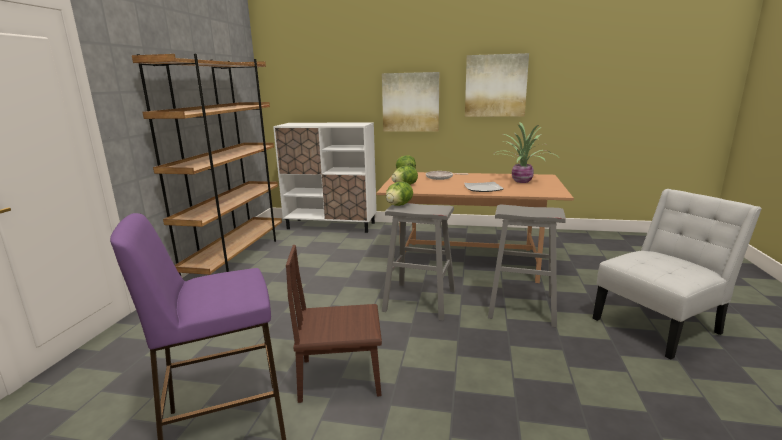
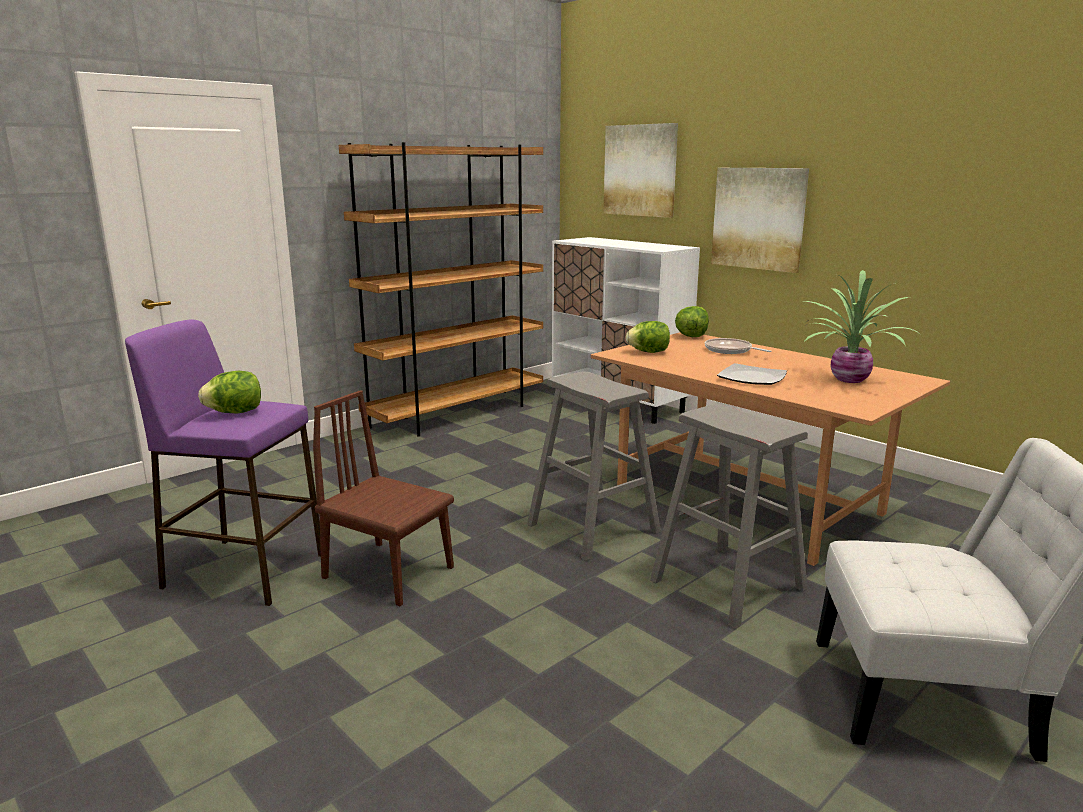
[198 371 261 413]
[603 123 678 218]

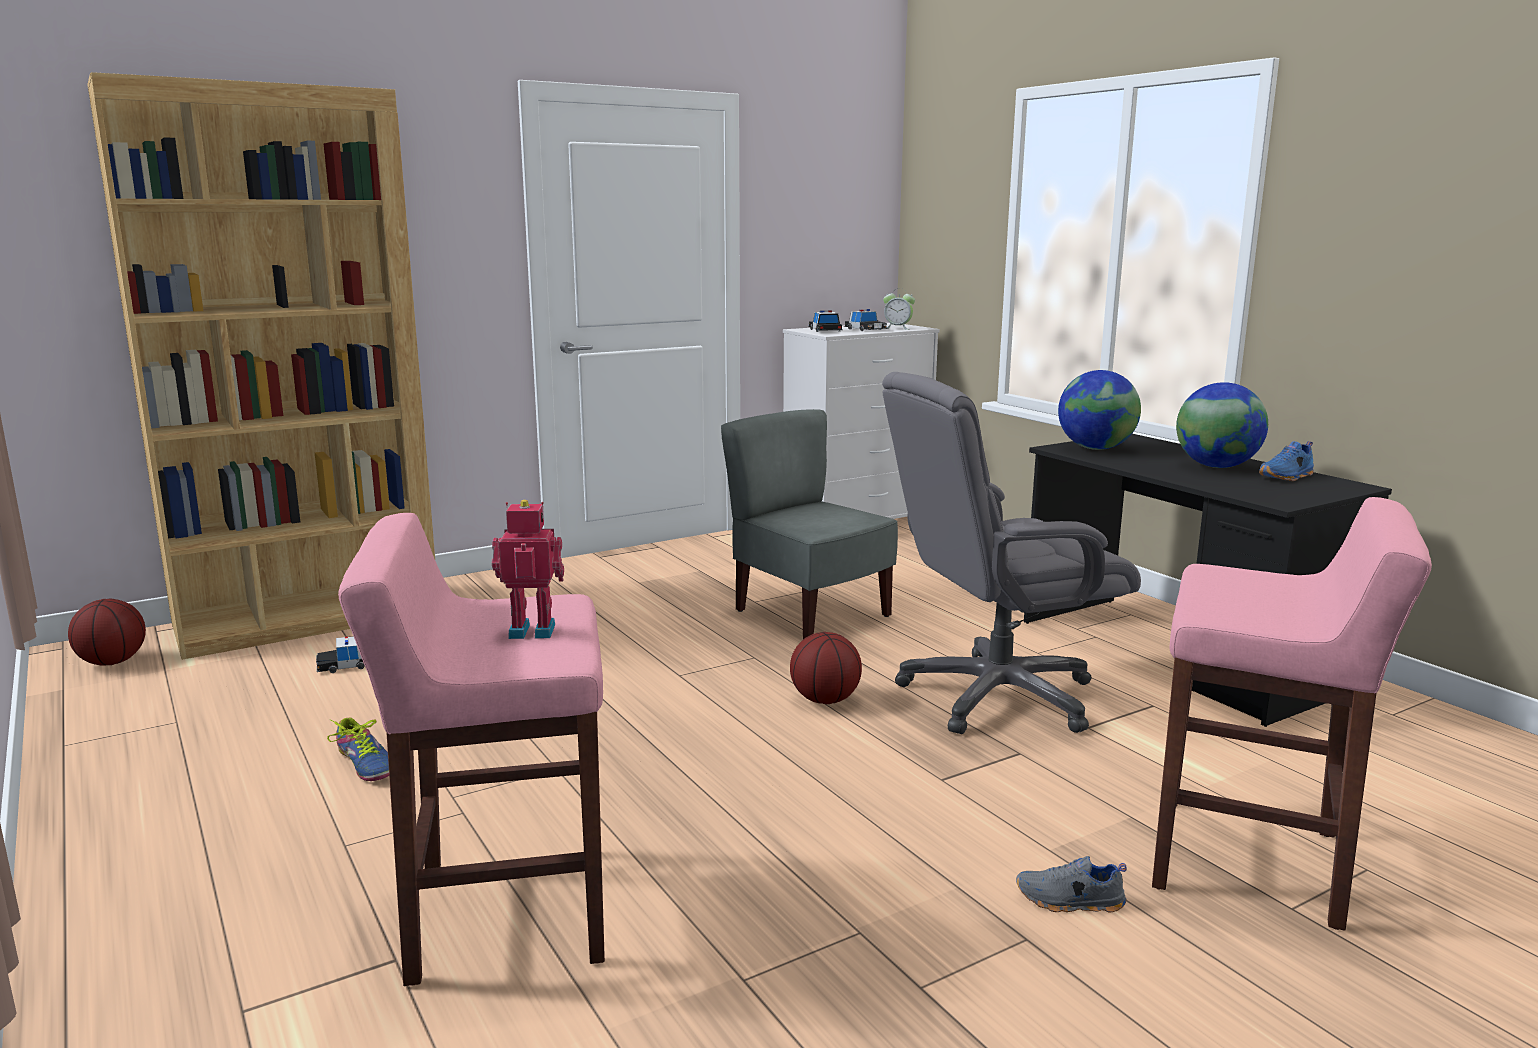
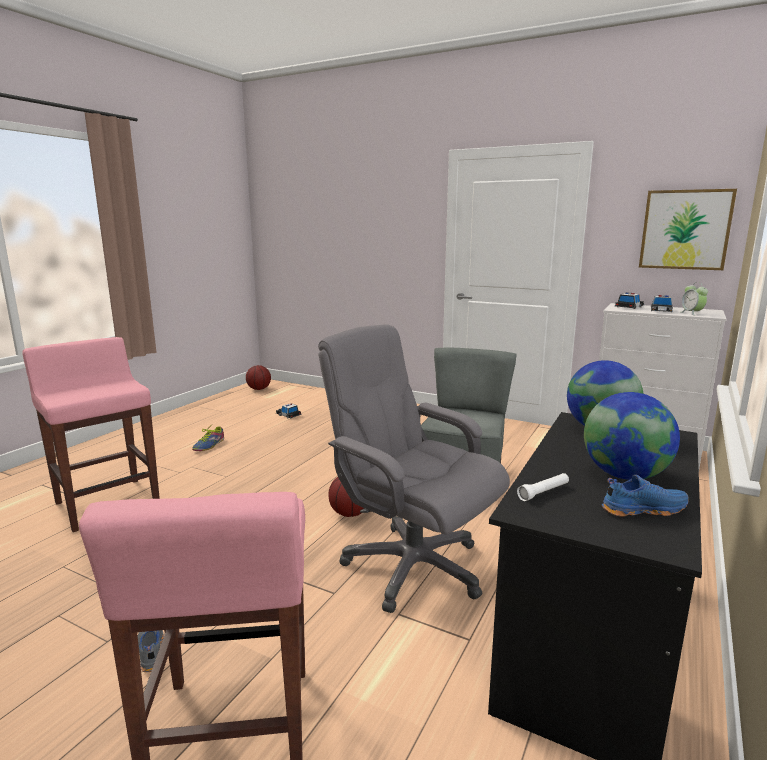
[87 72 435 660] (first image)
[492 500 564 639] (first image)
[517 473 569 501]
[639 189 737 270]
[602 475 688 517]

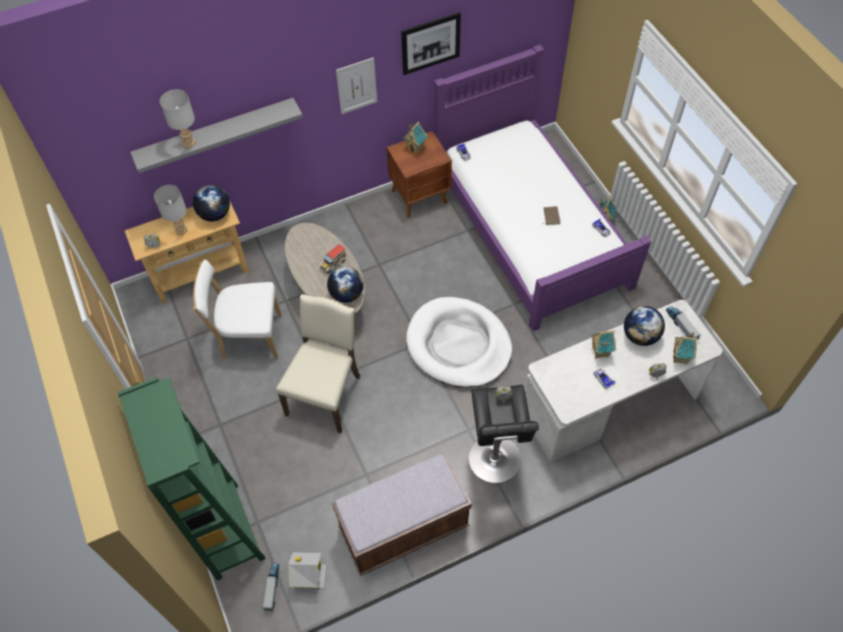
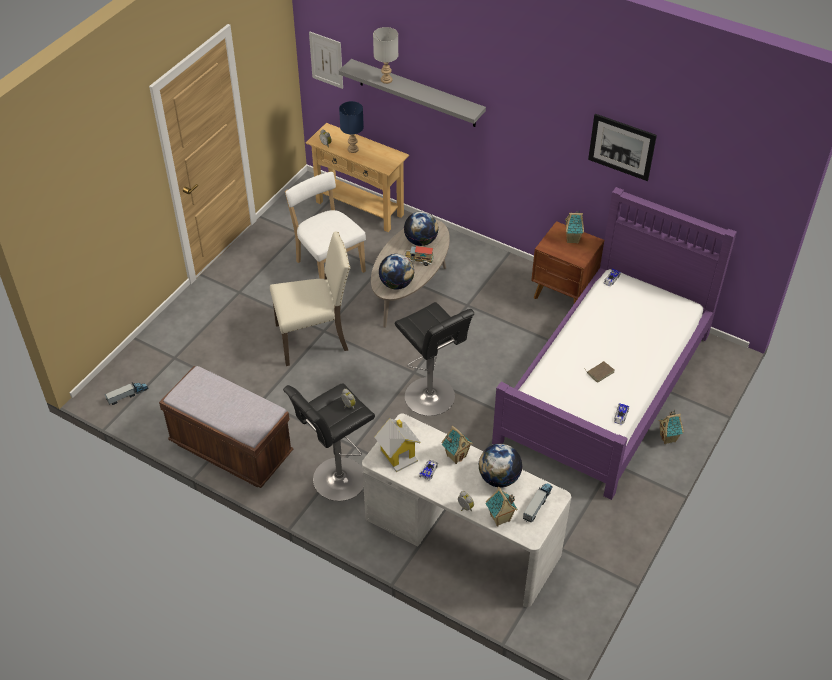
[117 377 266 581] (first image)
[404 211 439 246]
[375 418 421 472]
[309 31 343 89]
[395 302 474 416]
[339 101 364 153]

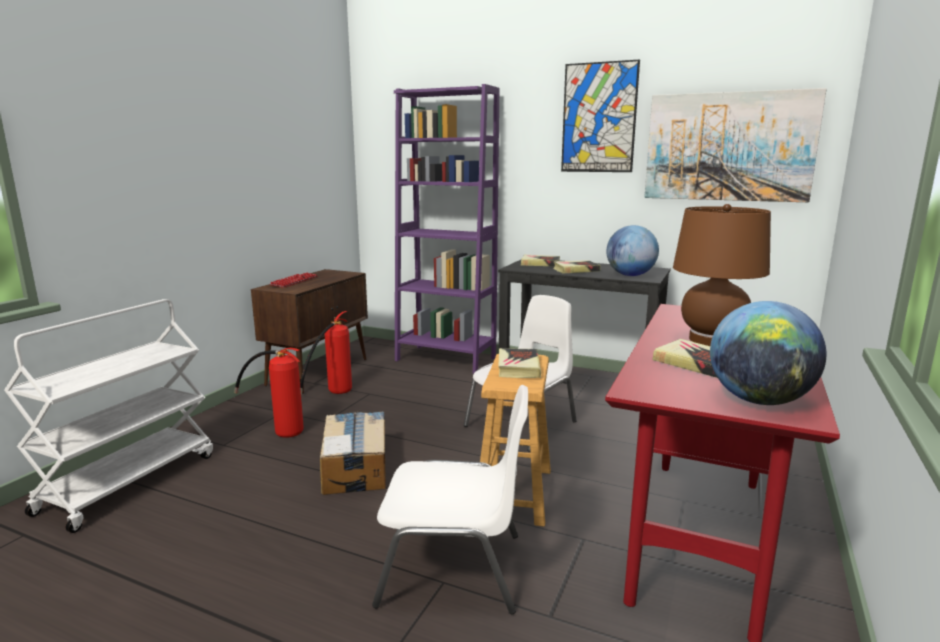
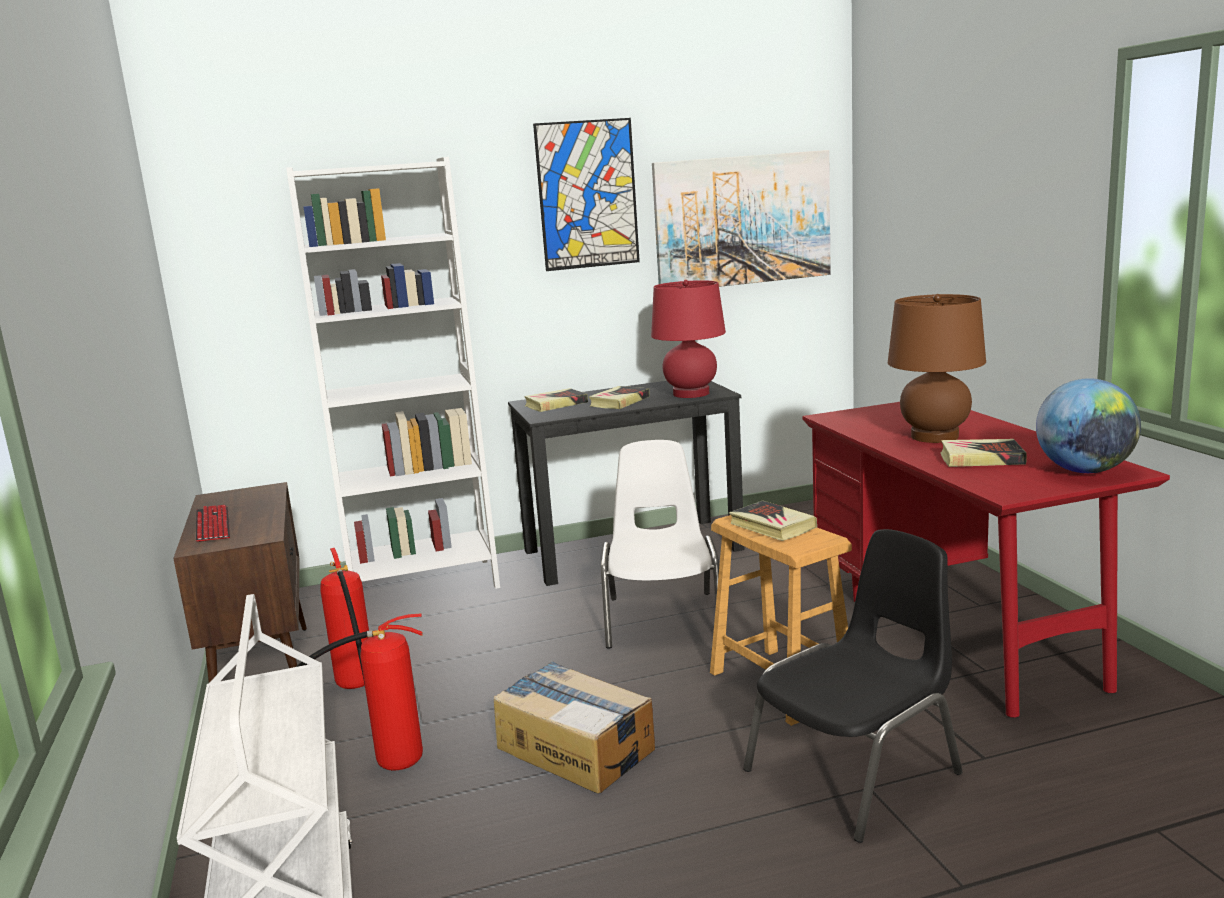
[651 280 726 398]
[743 529 963 843]
[286 157 500 589]

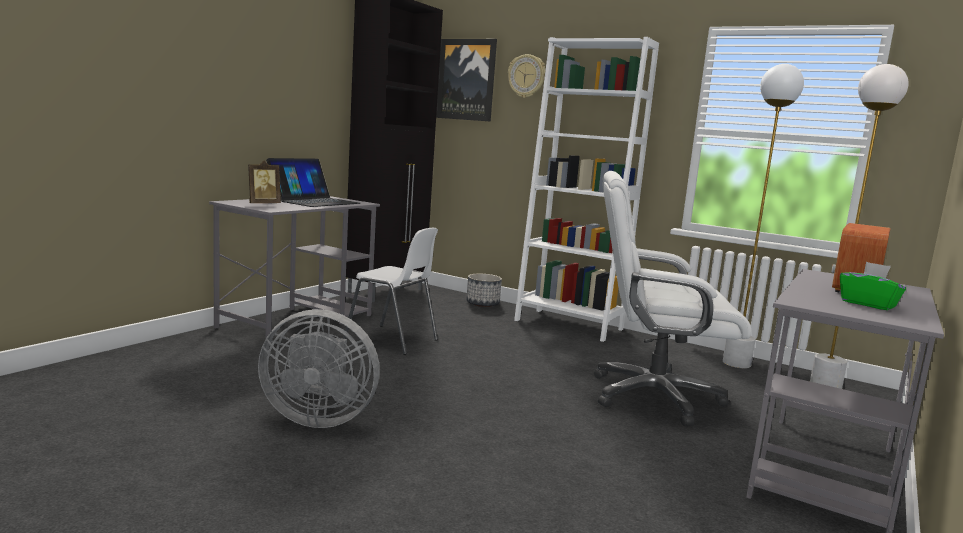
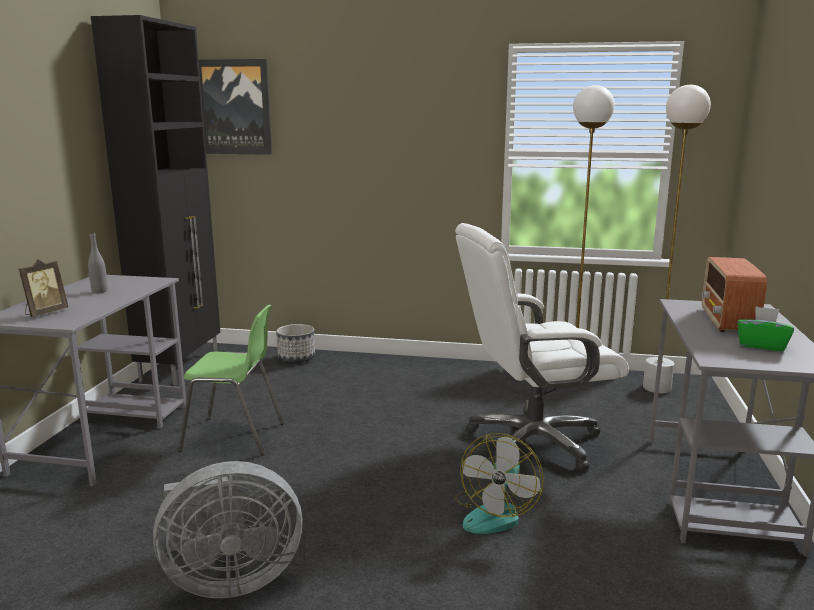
[508 54 545 98] (first image)
[514 37 659 342] (first image)
[455 433 544 534]
[88 232 108 293]
[178 304 284 455]

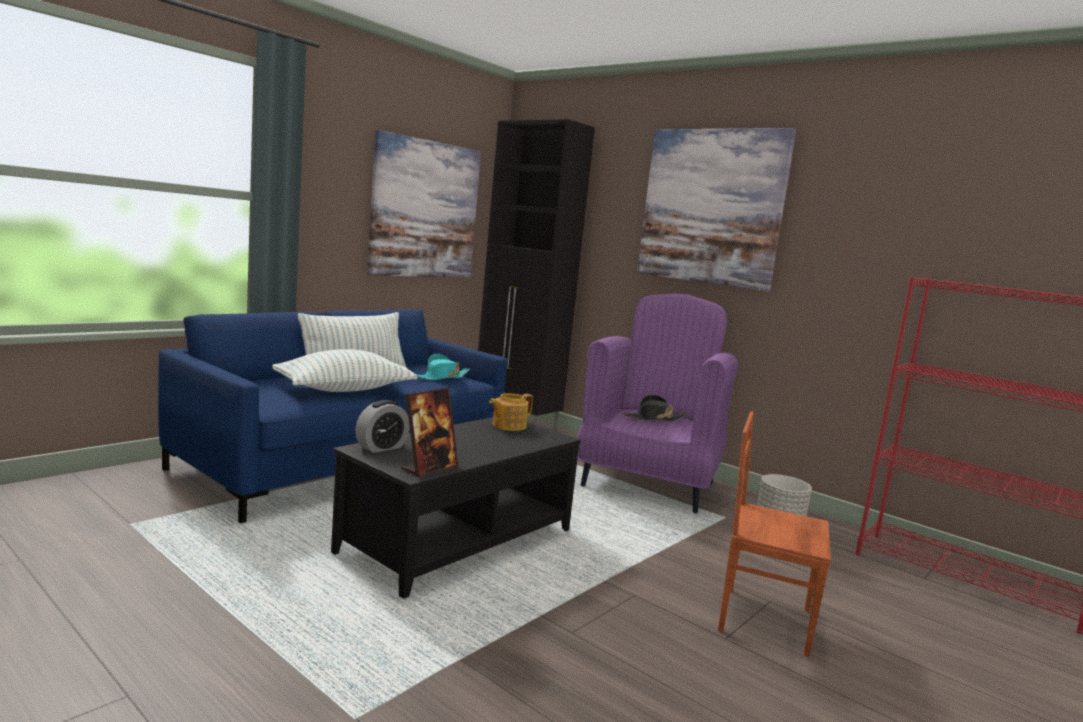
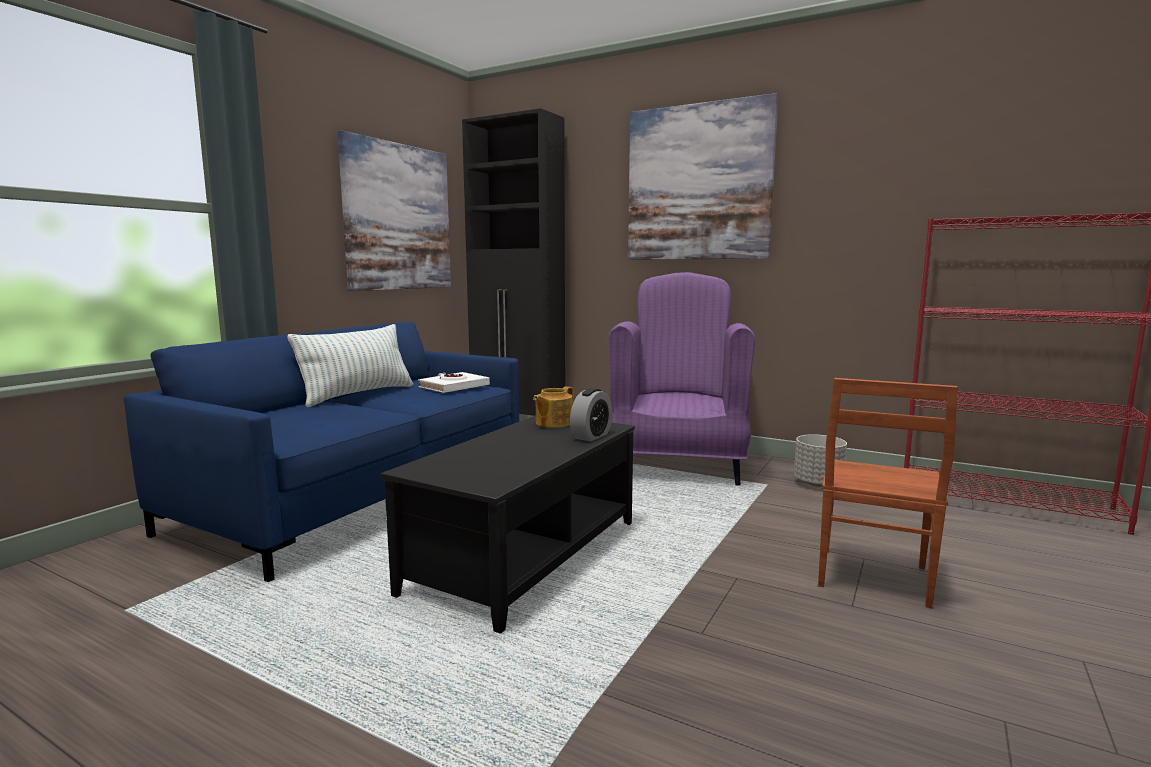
[272 349 418 392] (first image)
[401 388 459 477] (first image)
[622 394 688 422] (first image)
[570 388 612 441]
[418 372 490 393]
[818 378 958 608]

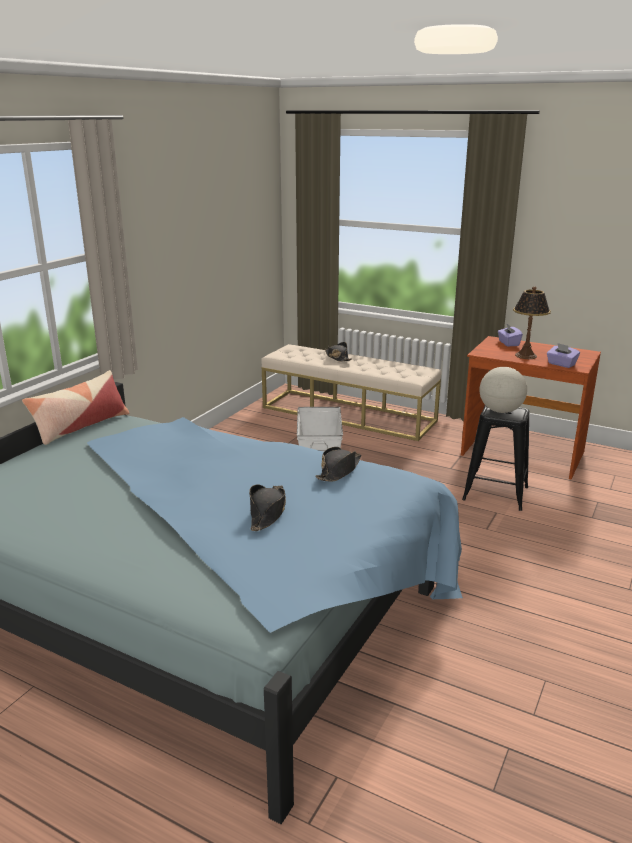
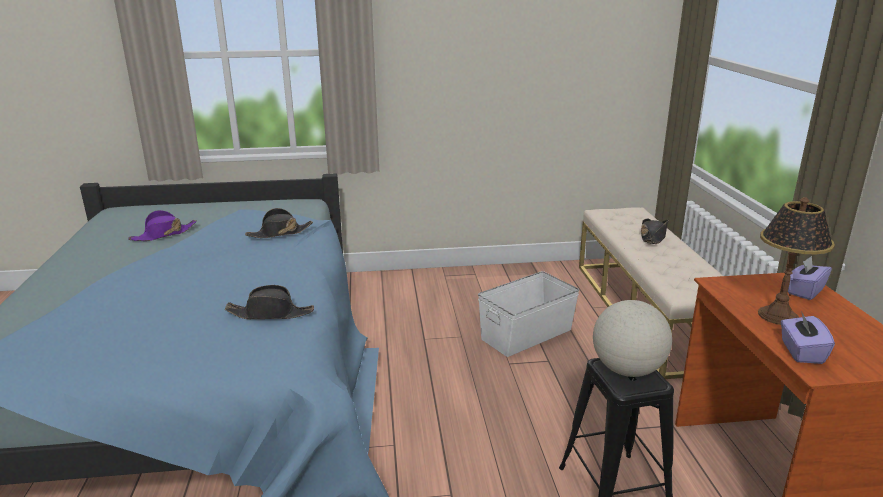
[22 370 129 445] (first image)
[128 210 197 241]
[245 208 313 238]

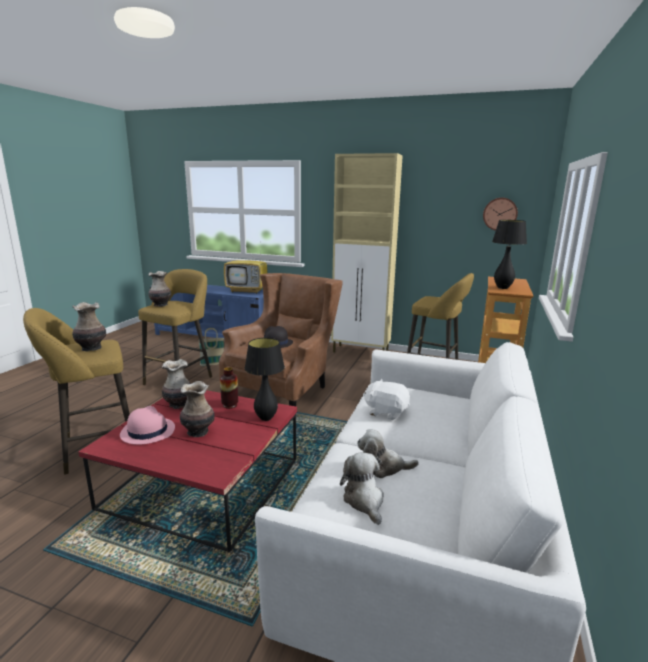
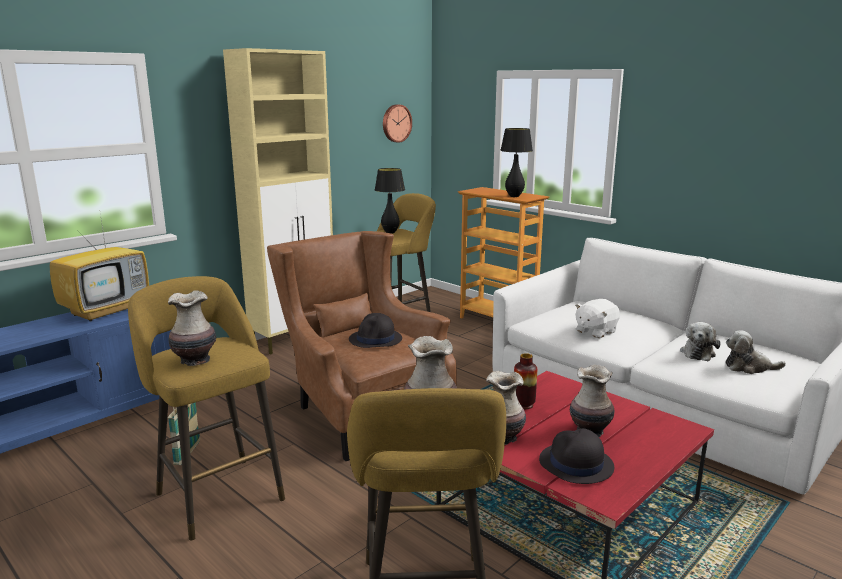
[375 168 405 234]
[539 428 614 484]

